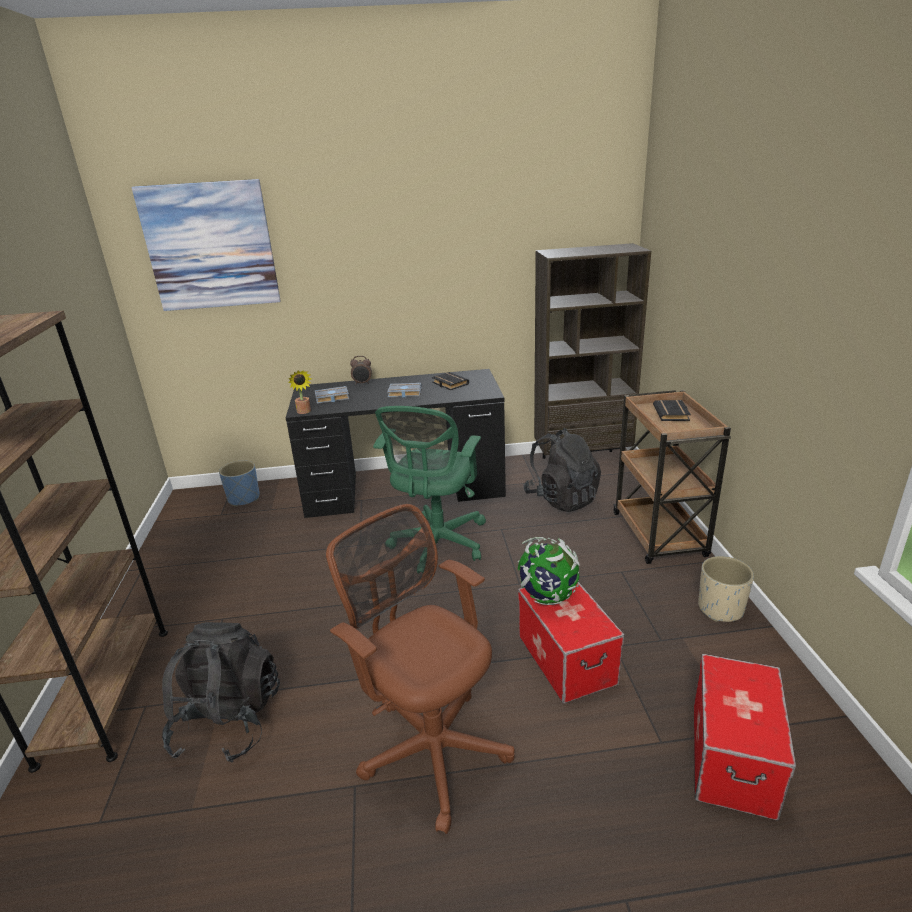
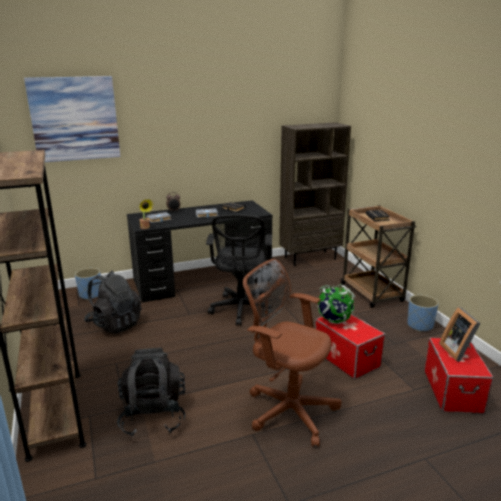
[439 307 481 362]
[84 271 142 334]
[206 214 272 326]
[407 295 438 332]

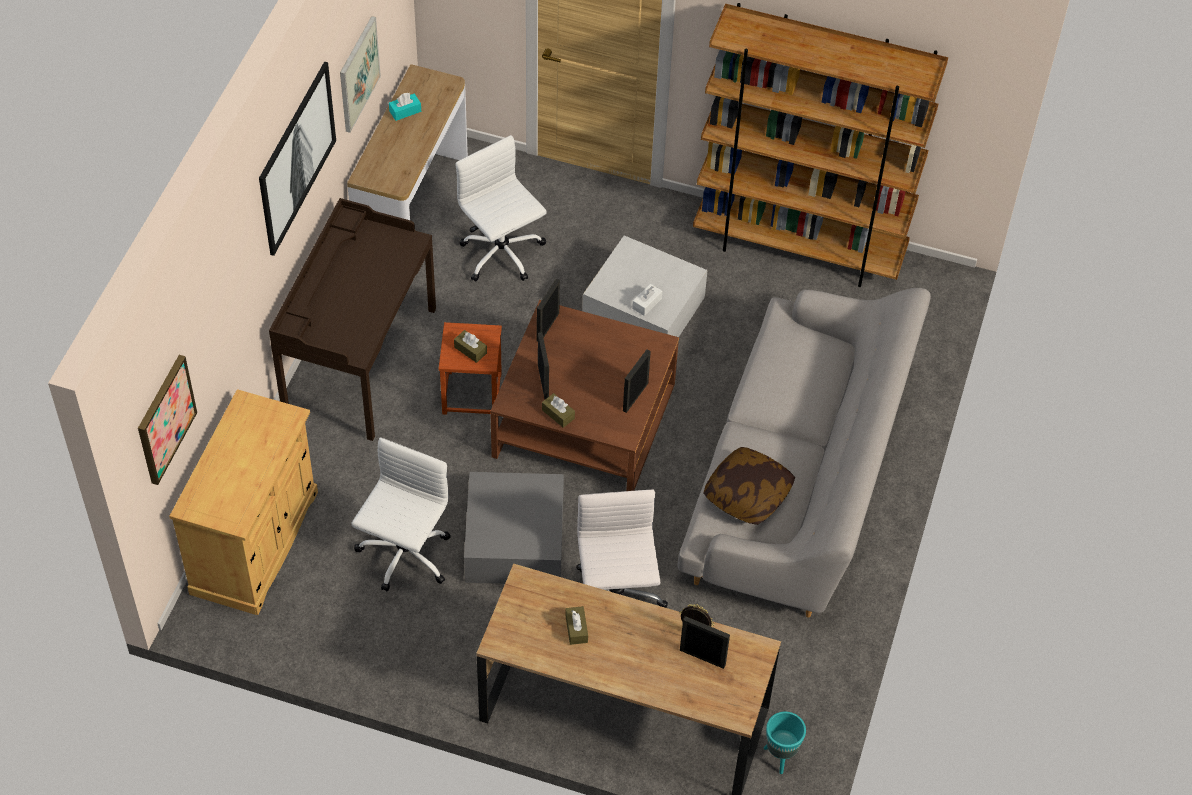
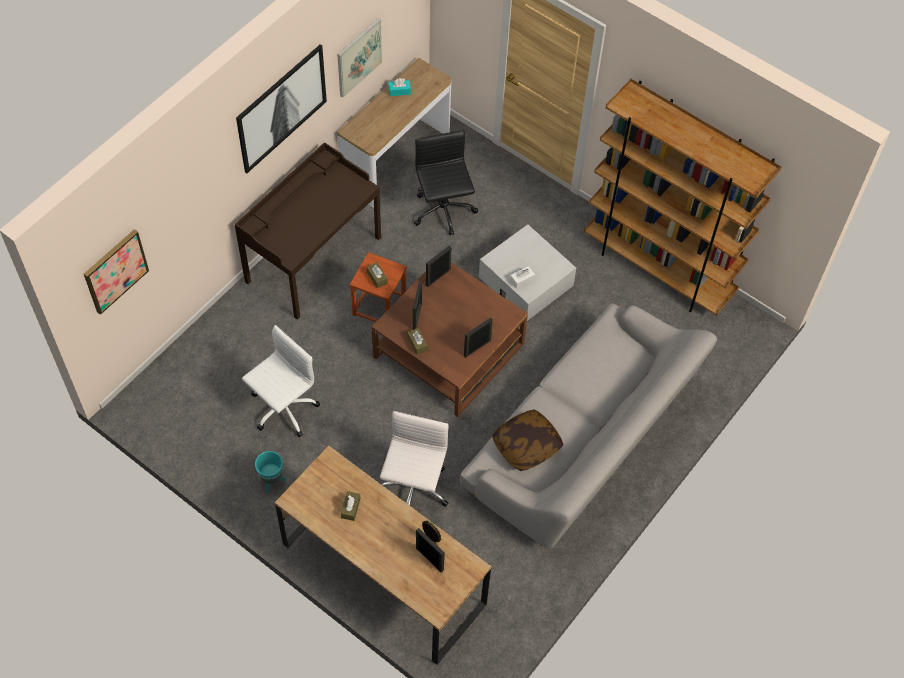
[169 389 318 615] (first image)
[464 472 564 584] (first image)
[255 451 286 494]
[414 130 478 235]

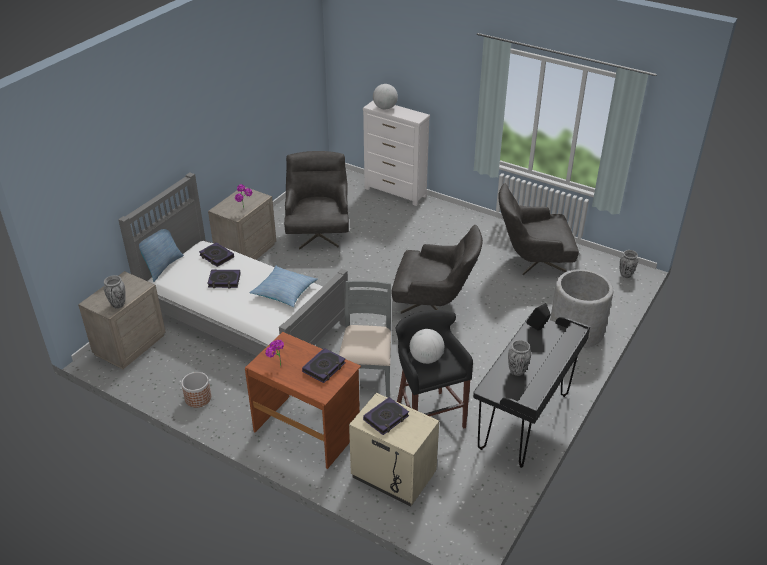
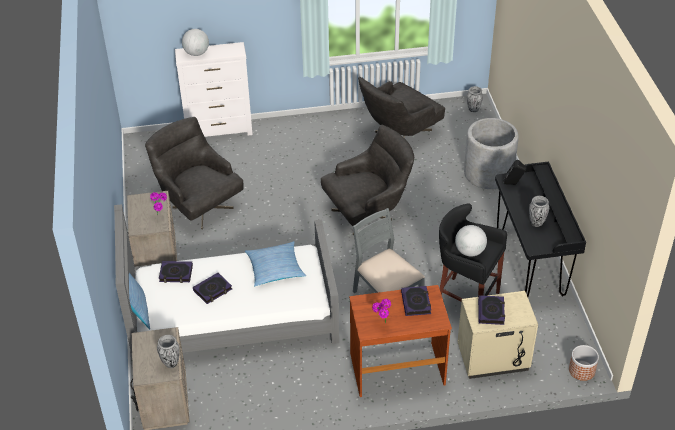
[569 345 599 381]

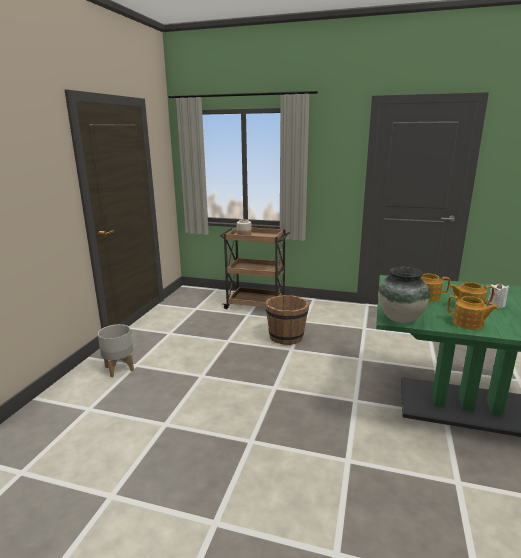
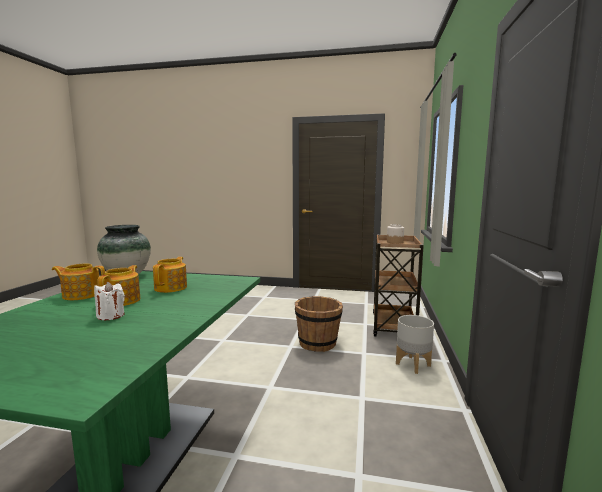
[396 315 434 374]
[52 263 105 300]

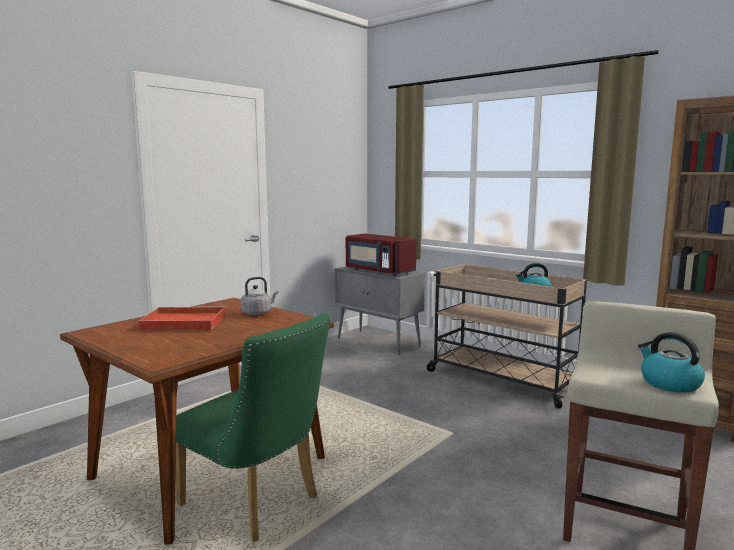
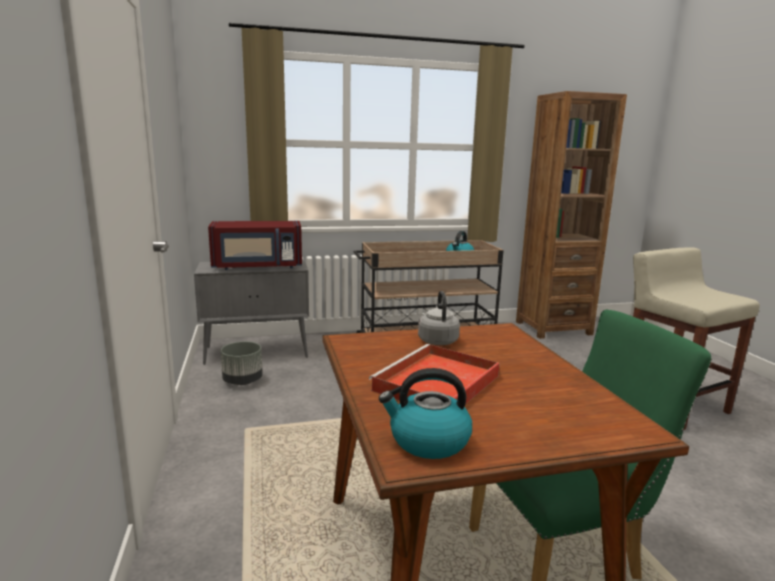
[221 341 263 385]
[379 368 472 459]

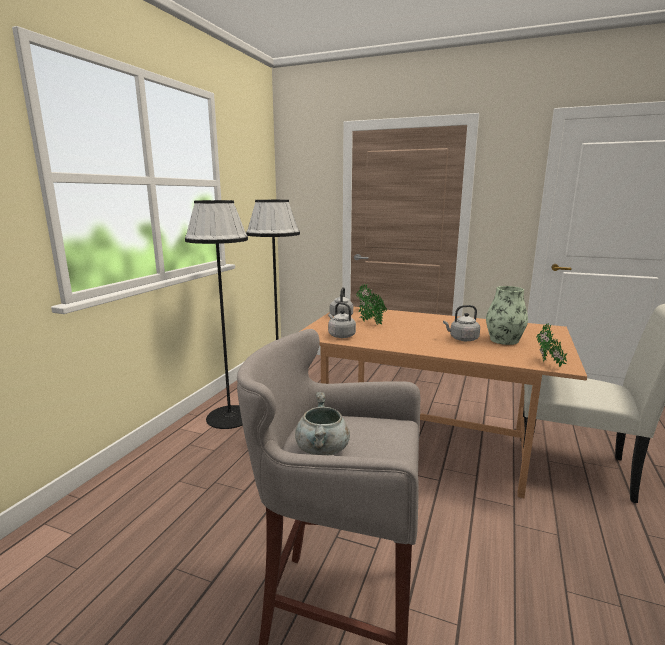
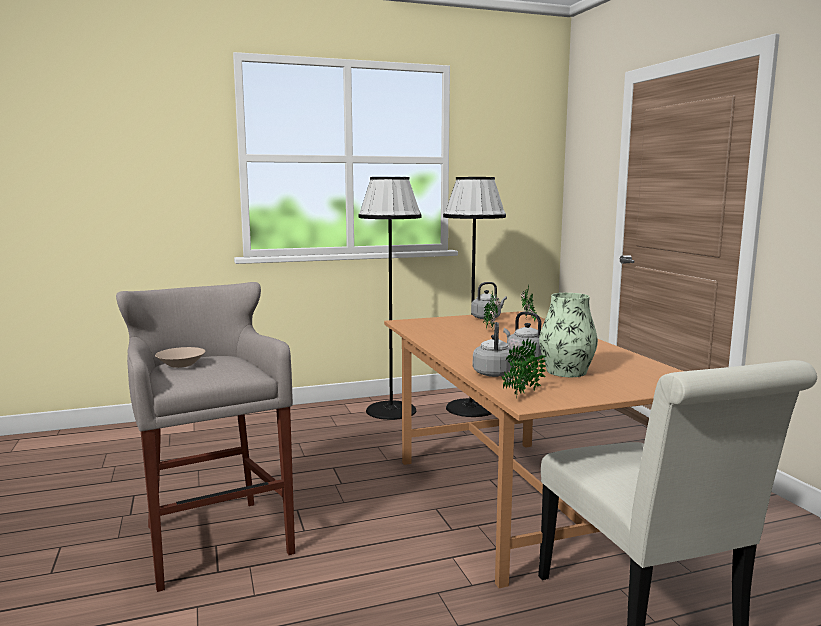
[473 322 515 377]
[155 347 205 368]

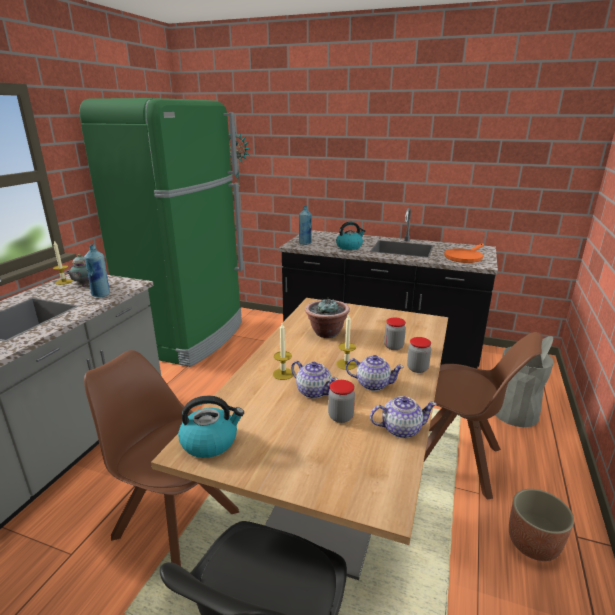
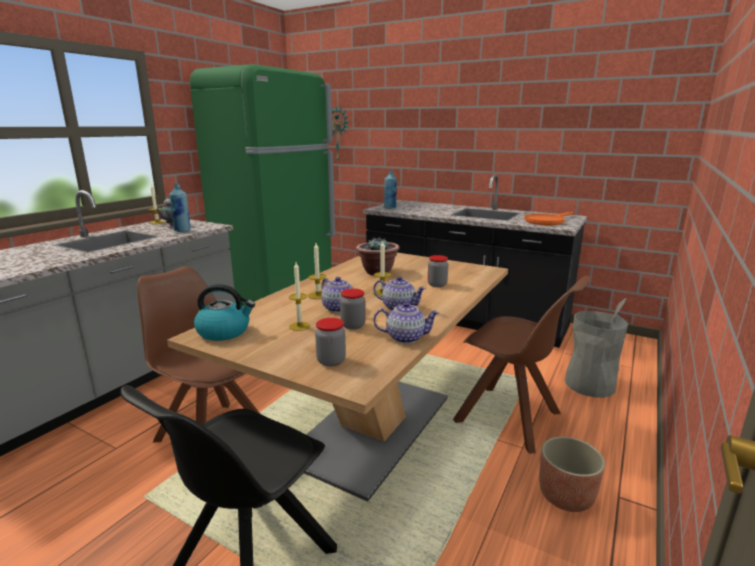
[336 222 366 250] (first image)
[289 262 310 331]
[315 318 346 367]

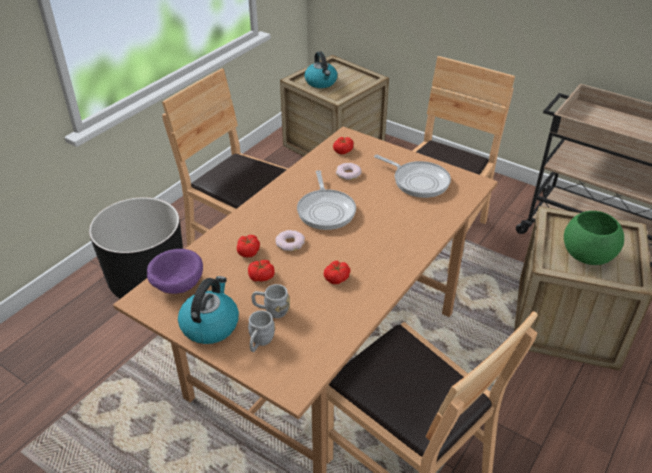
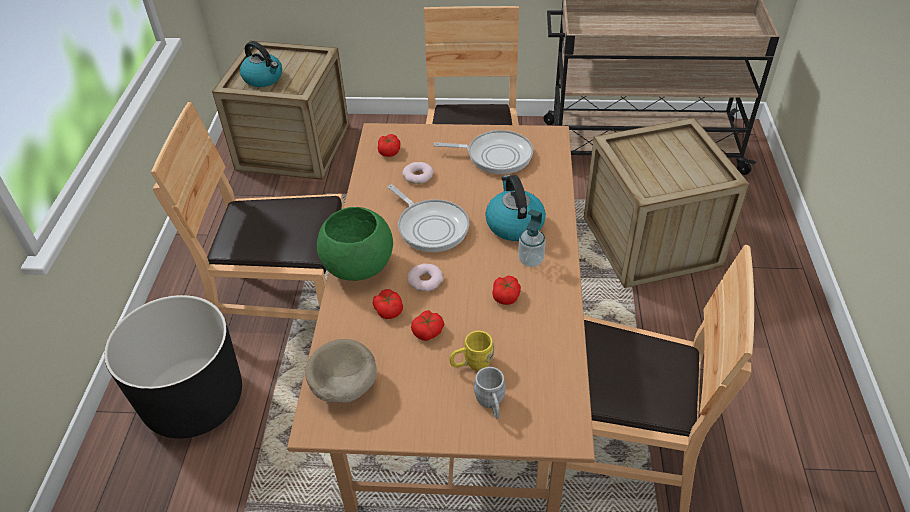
[518 209 546 267]
[485 175 546 241]
[317 207 393 281]
[305 339 377 403]
[449 331 494 371]

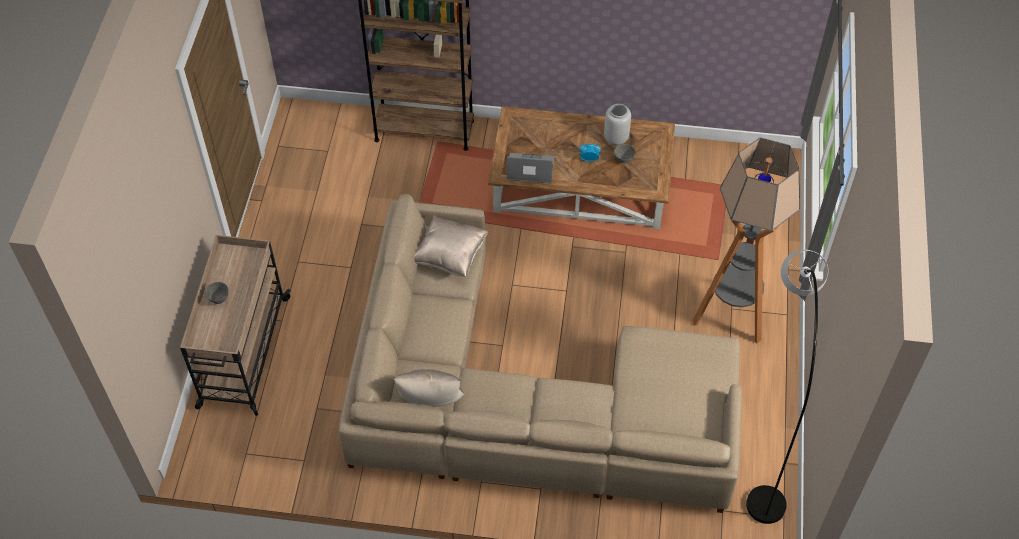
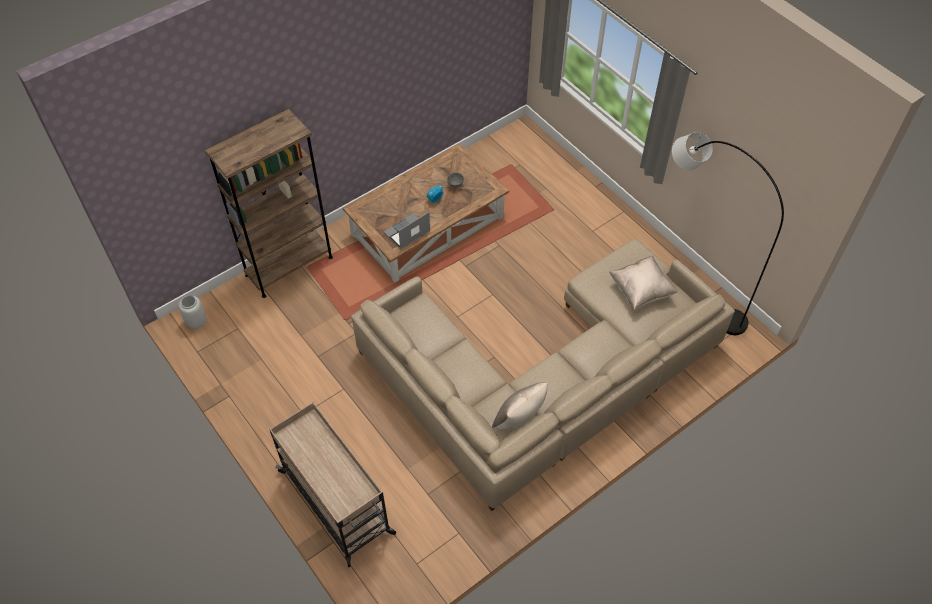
[205 282 229 304] (first image)
[693 138 800 344] (first image)
[609 256 678 310]
[179 295 206 329]

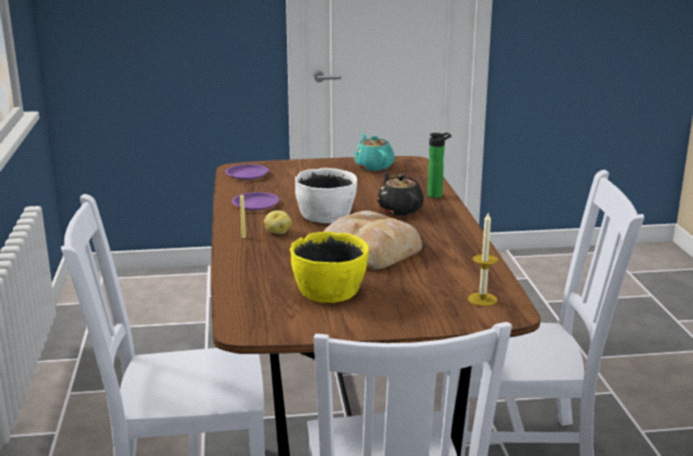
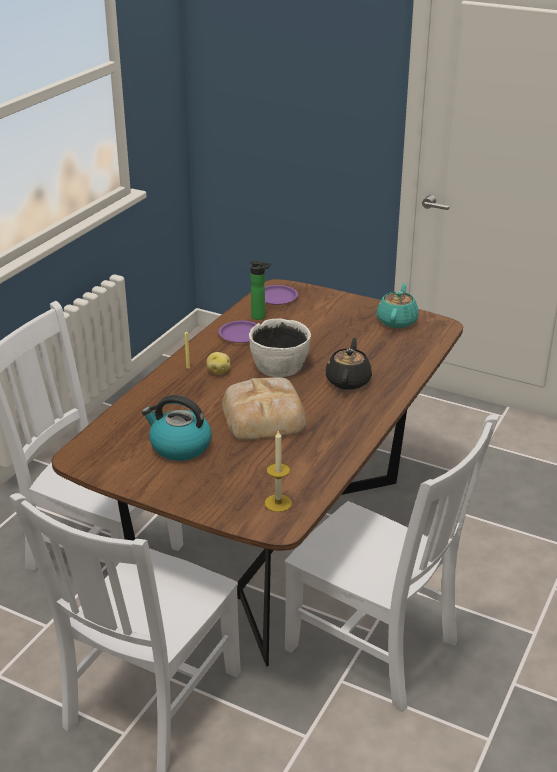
[250 260 271 320]
[142 395 211 461]

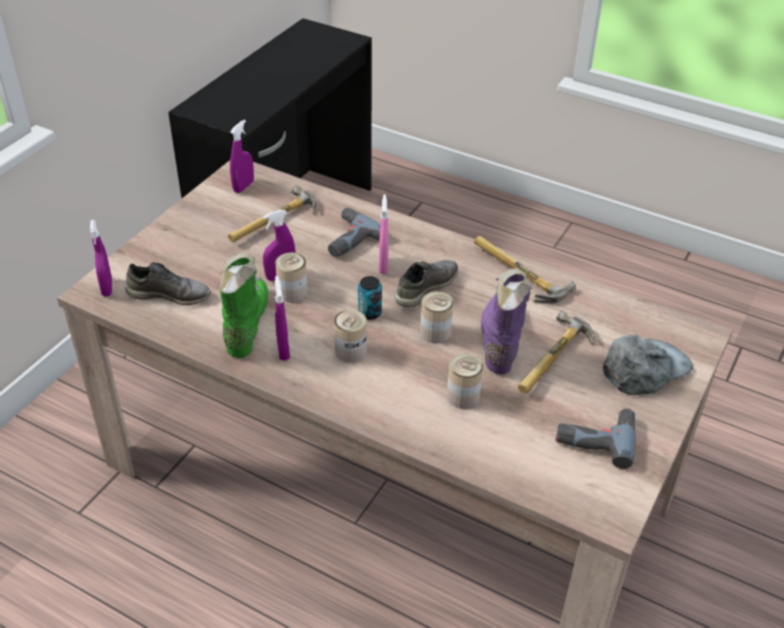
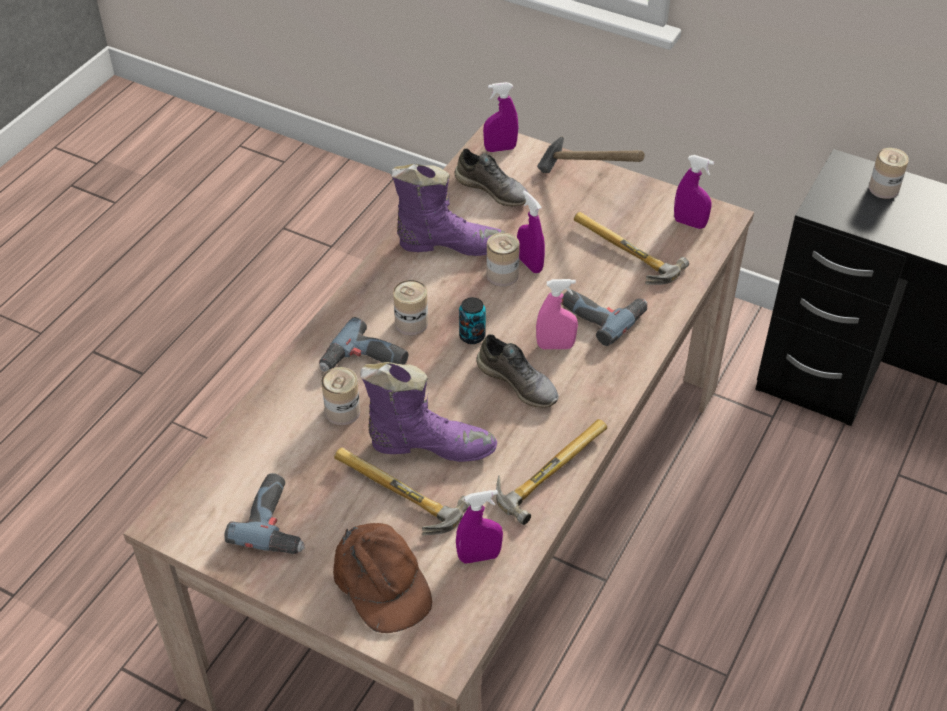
[319 317 408 371]
[537 137 645 173]
[456 490 503 564]
[869 148 909 199]
[391 164 505 256]
[333 523 432 633]
[455 149 528 206]

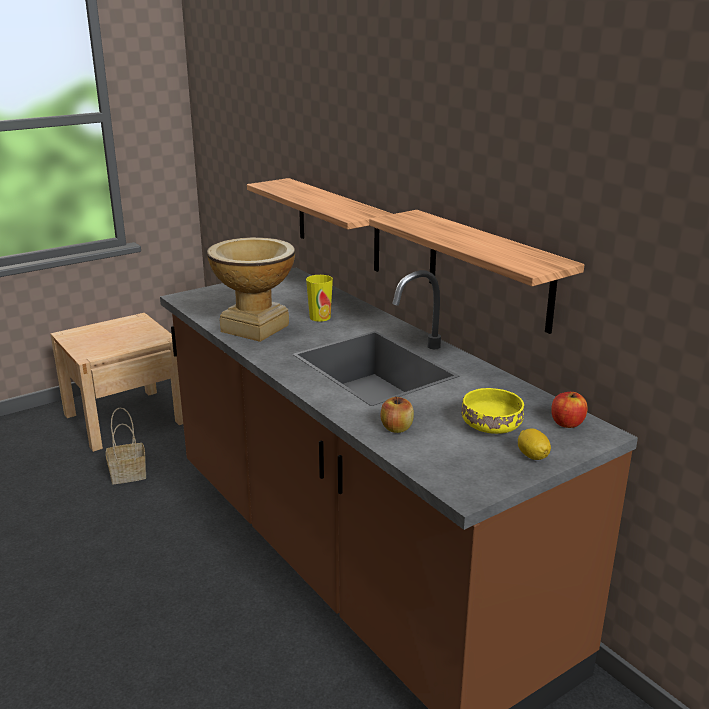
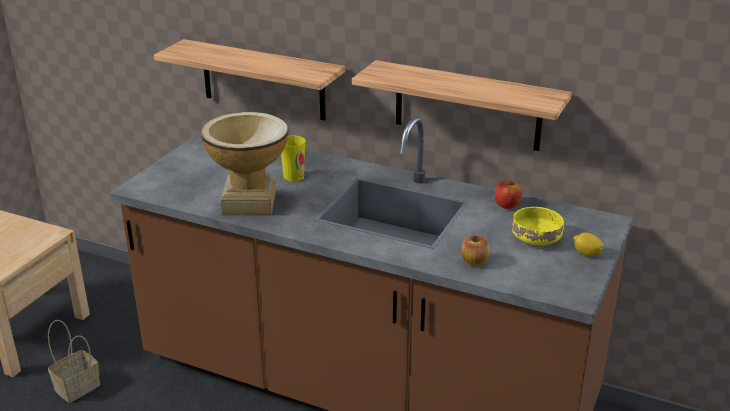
[495 180 522 209]

